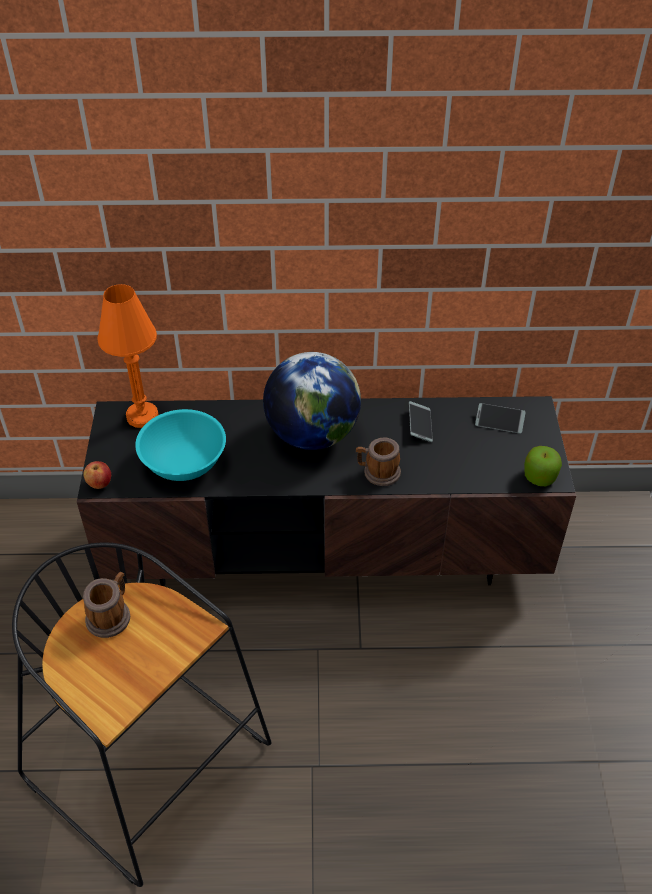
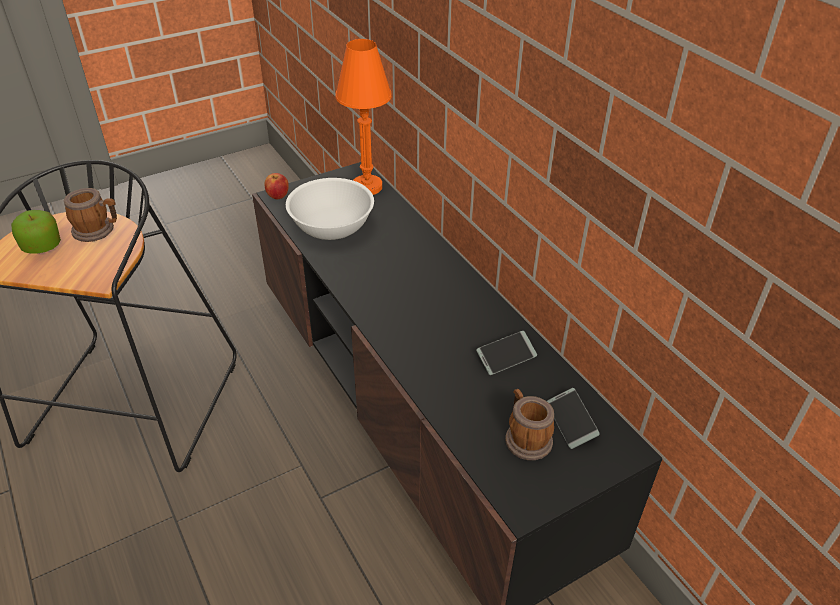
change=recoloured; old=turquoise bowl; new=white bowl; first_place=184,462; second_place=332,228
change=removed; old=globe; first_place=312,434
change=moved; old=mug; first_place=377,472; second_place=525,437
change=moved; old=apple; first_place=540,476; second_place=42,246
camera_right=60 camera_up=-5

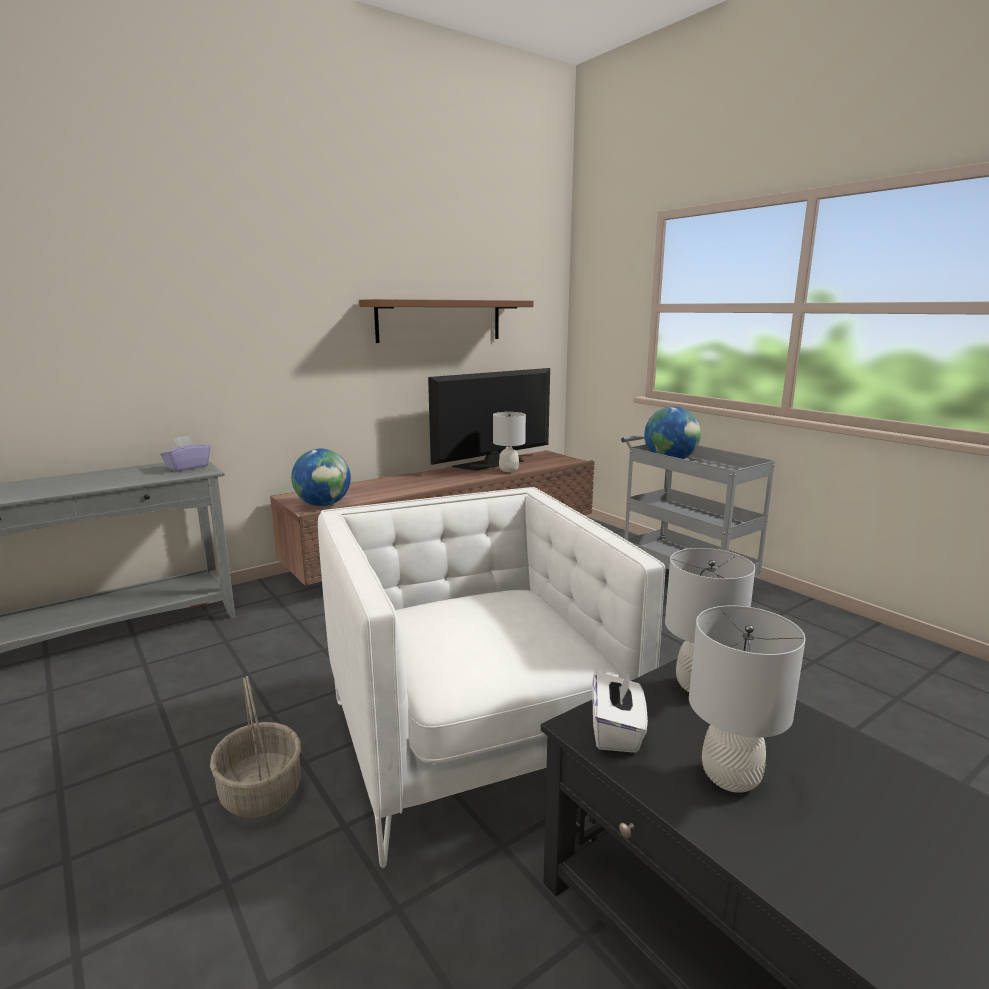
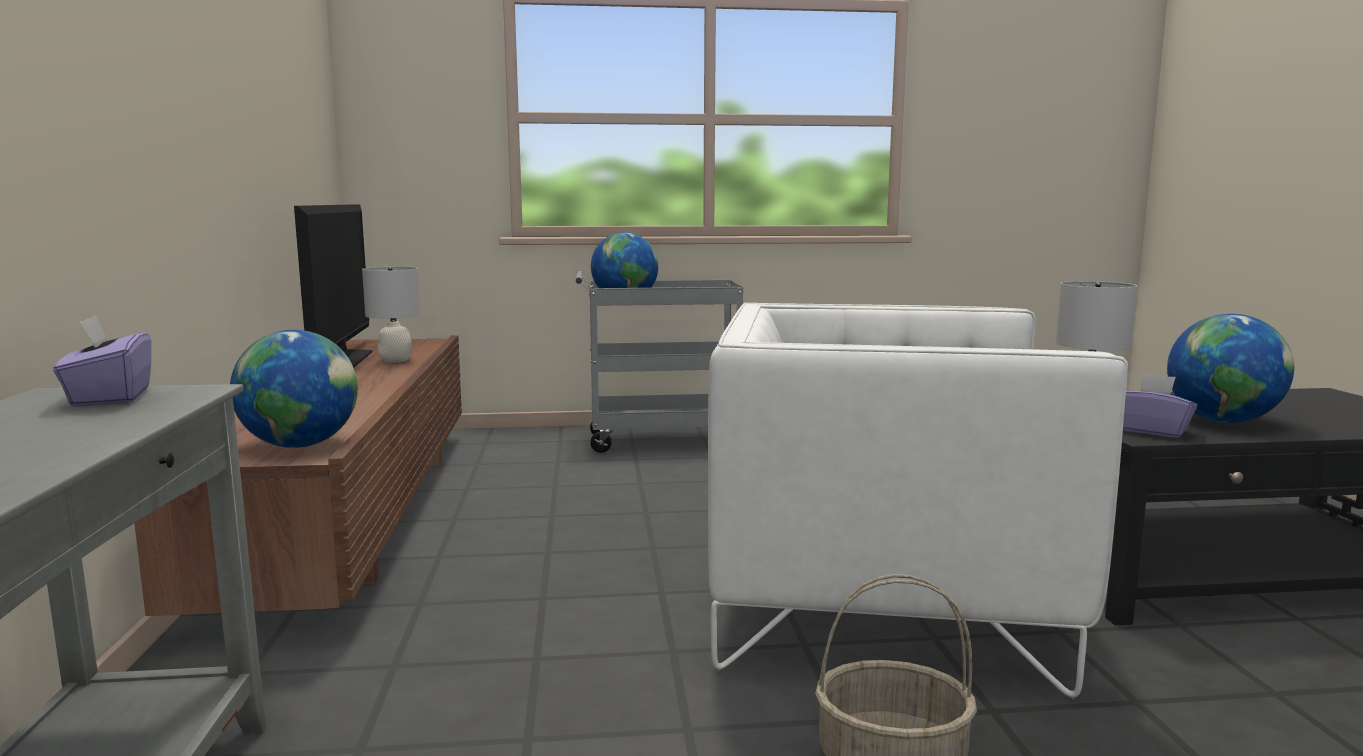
change=removed; old=brown shelf; first_place=440,320
change=recoloured; old=white tissue box; new=purple tissue box; first_place=617,731; second_place=1150,430
change=replaced; old=grey table lamp; new=globe; first_place=733,780; second_place=1222,421
camera_right=-60 camera_up=-5

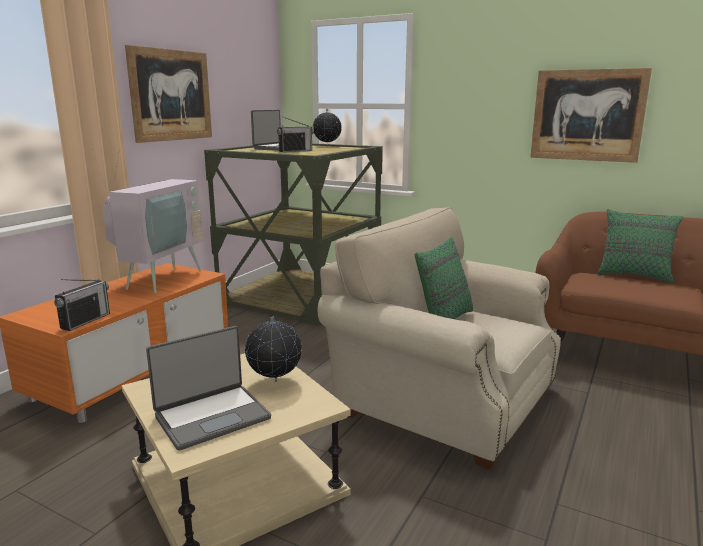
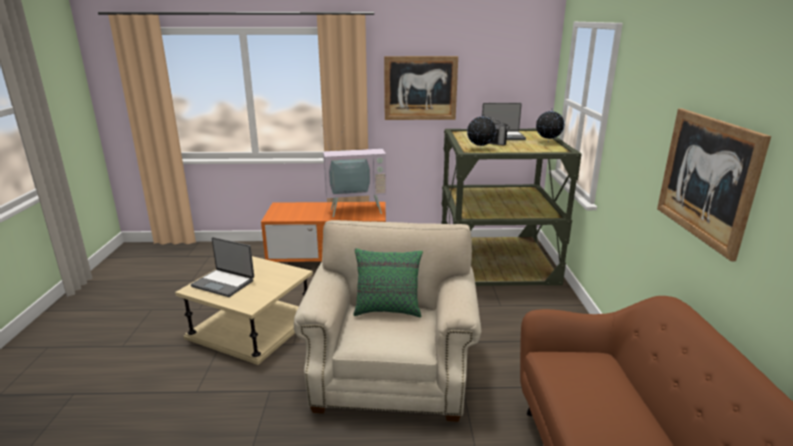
change=removed; old=radio; first_place=85,321
change=moved; old=globe; first_place=274,381; second_place=480,149
change=removed; old=green pillow; first_place=634,276
camera_right=60 camera_up=5

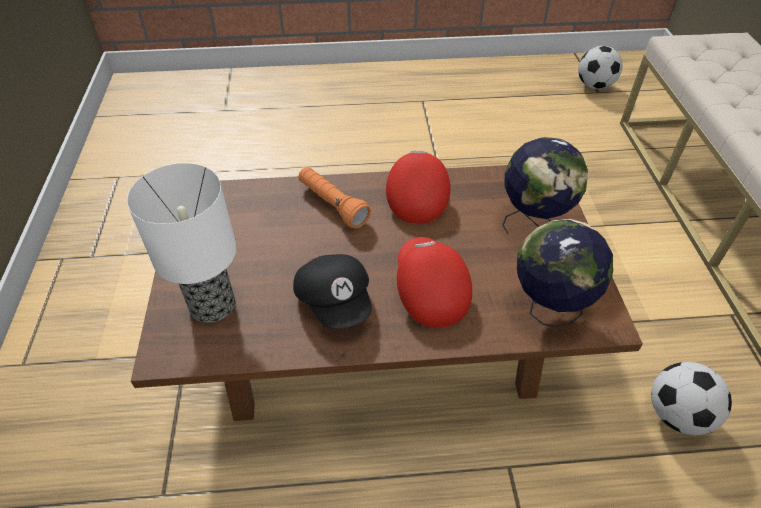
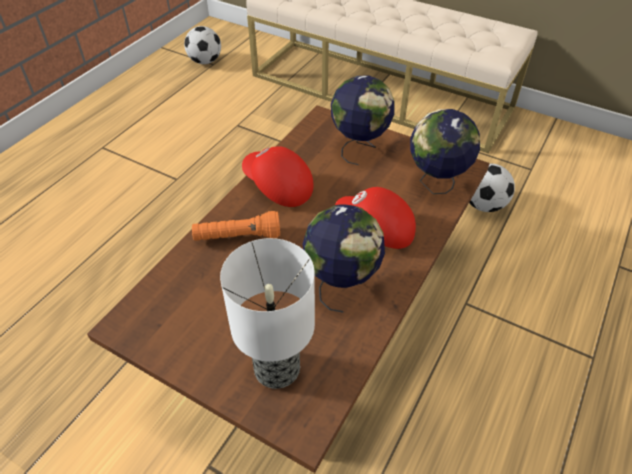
change=replaced; old=black cap; new=globe; first_place=336,301; second_place=341,285
camera_right=-55 camera_up=0

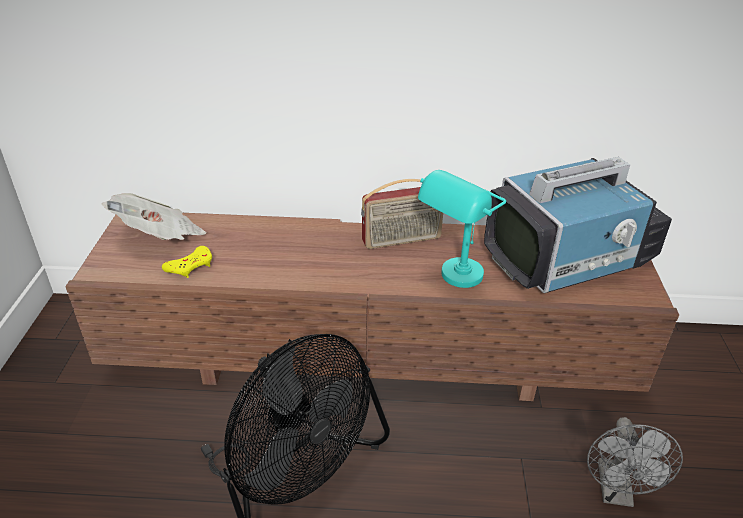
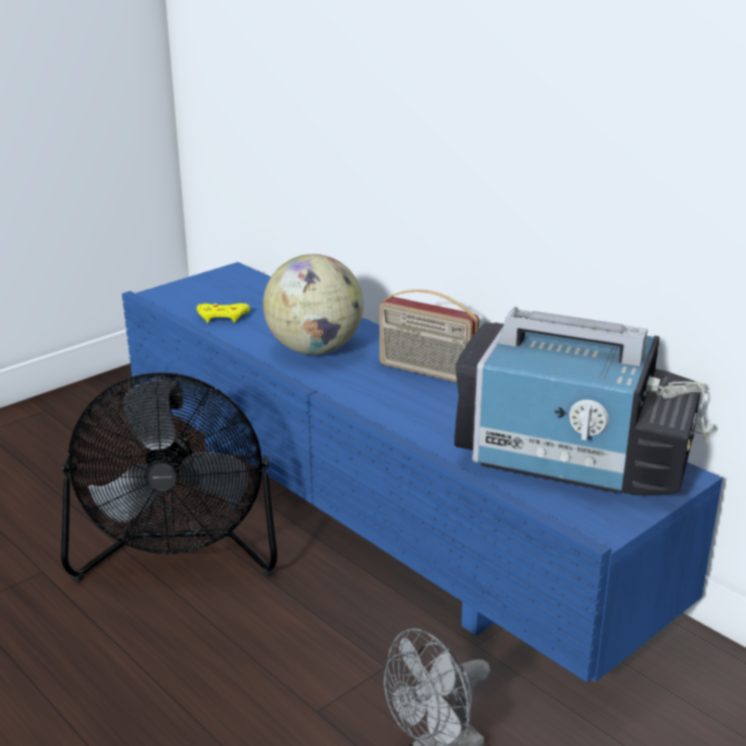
change=recoloured; old=brown tv stand; new=blue tv stand; first_place=369,353; second_place=374,507
change=removed; old=newspaper; first_place=160,237
change=removed; old=turquoise table lamp; first_place=453,281
change=added; new=globe; second_place=315,349
camera_right=45 camera_up=-10

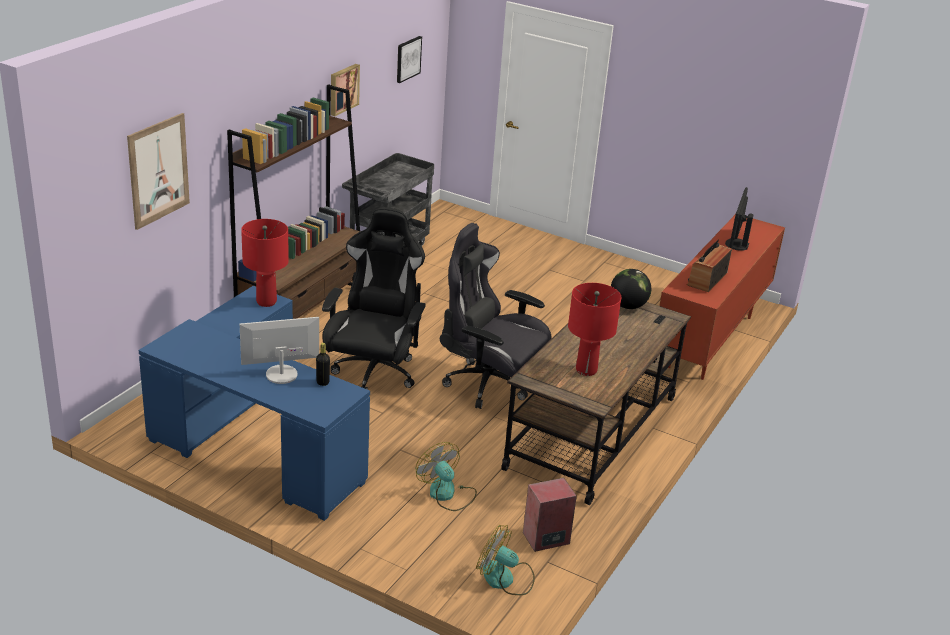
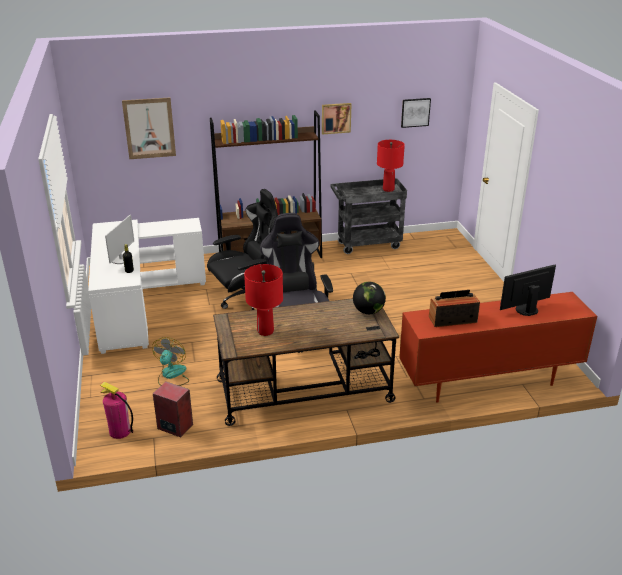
change=recoloured; old=blue desk; new=white desk; first_place=252,442; second_place=138,303
change=turned; old=monitor; first_place=281,374; second_place=121,259; degrees=75
change=moved; old=red table lamp; first_place=267,302; second_place=388,189
change=replaced; old=fan; new=fire extinguisher; first_place=505,579; second_place=120,431
camera_right=50 camera_up=0

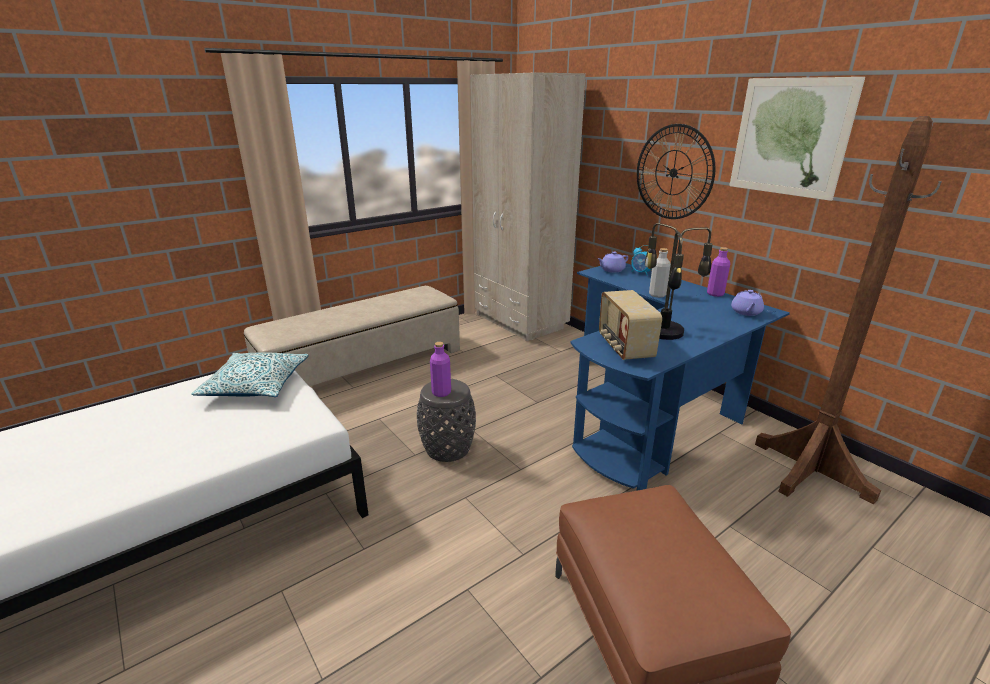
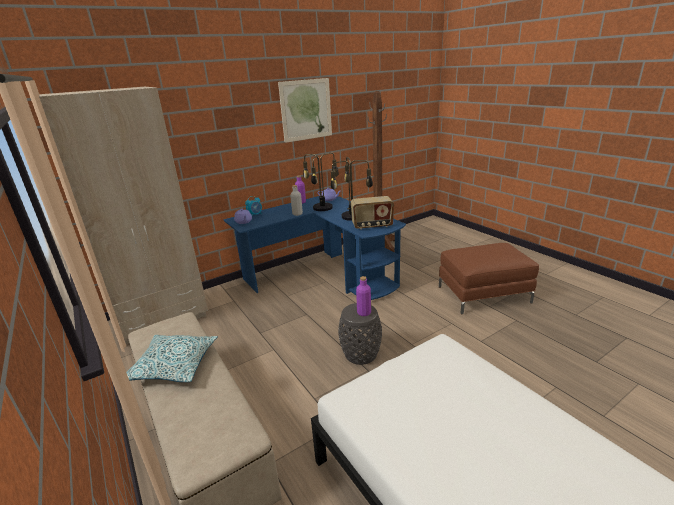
change=moved; old=pillow; first_place=256,385; second_place=174,365
change=removed; old=wall clock; first_place=673,172
change=added; new=table lamp; second_place=322,207
camera_right=-85 camera_up=0

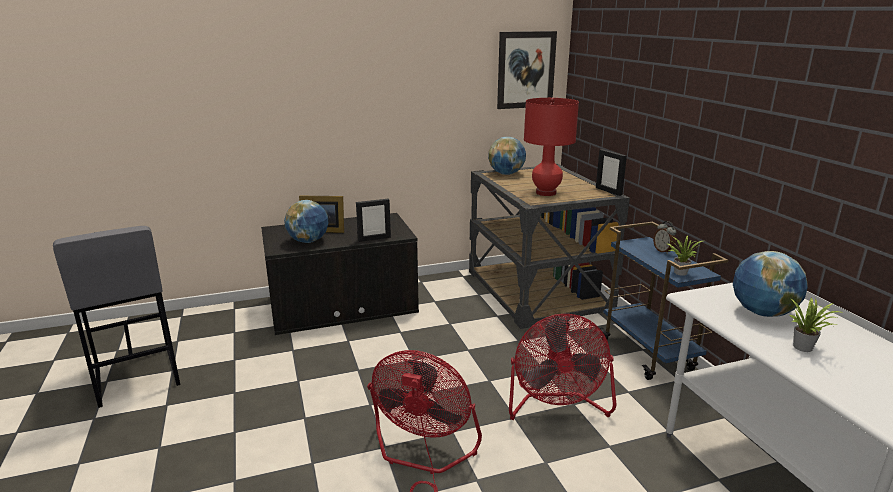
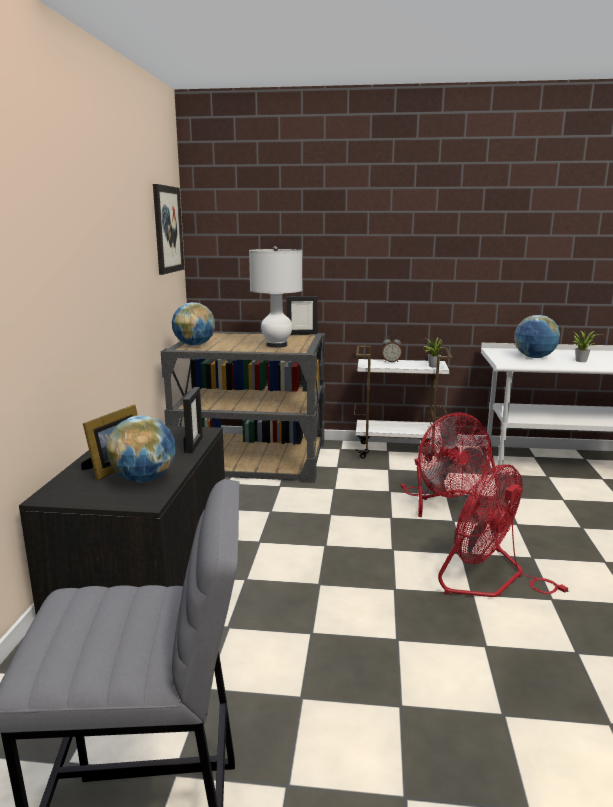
change=turned; old=red fan; first_place=552,405; second_place=443,501; degrees=45
change=recoloured; old=red table lamp; new=white table lamp; first_place=546,193; second_place=276,345
change=recoloured; old=blue cart; new=white cart; first_place=648,356; second_place=398,452
camera_right=-65 camera_up=-5

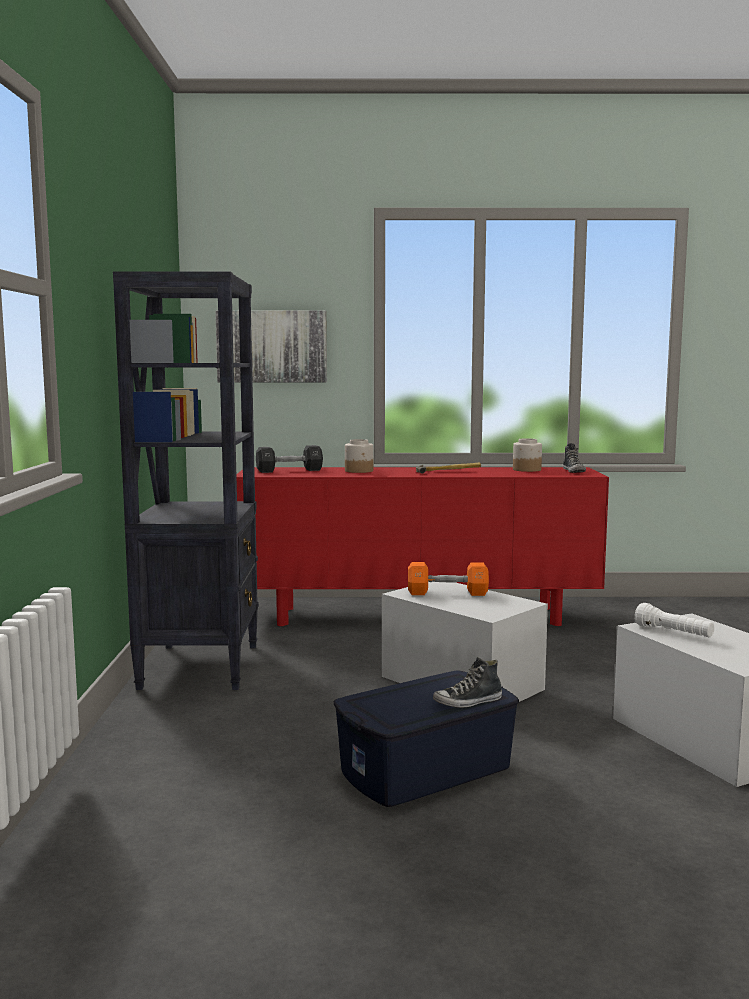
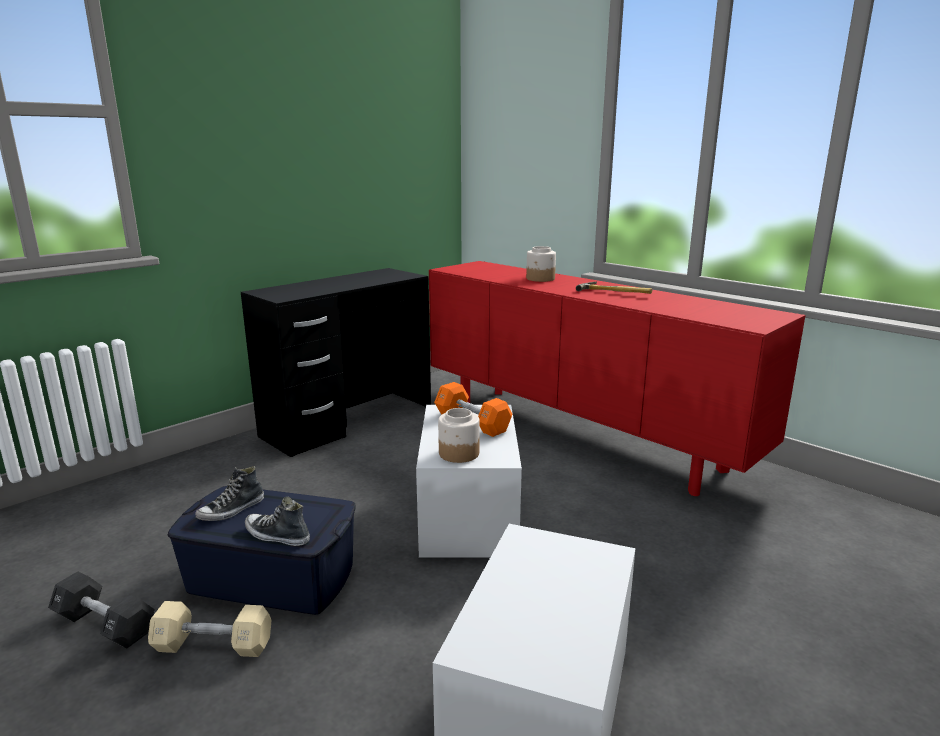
change=replaced; old=black bookcase; new=black desk; first_place=201,666; second_place=348,421
change=removed; old=picture; first_place=272,346
change=moved; old=black dumbbell; first_place=289,470; second_place=105,625
change=moved; old=jar; first_place=526,470; second_place=458,453
change=moved; old=shoe; first_place=574,471; second_place=232,510
change=removed; old=white flashlight; first_place=673,633
change=added; new=beige dumbbell; second_place=213,645
camera_right=45 camera_up=10

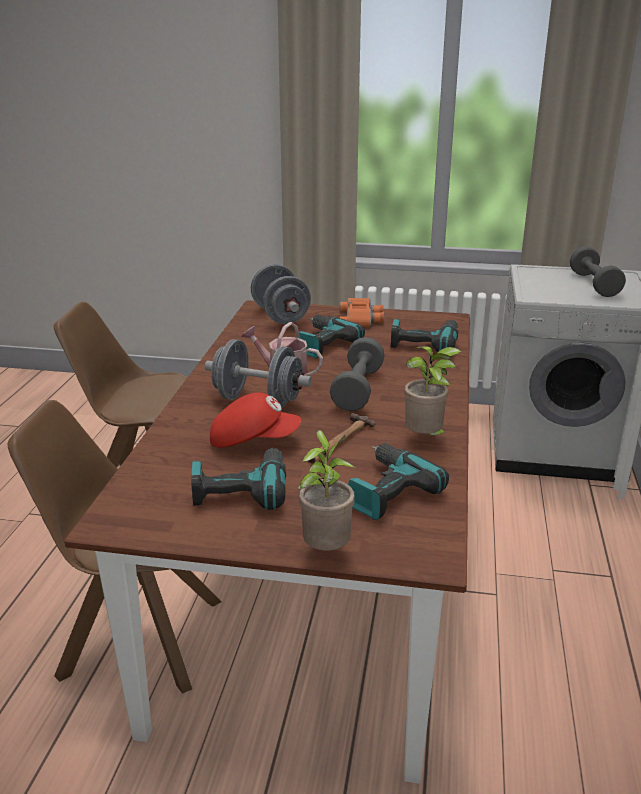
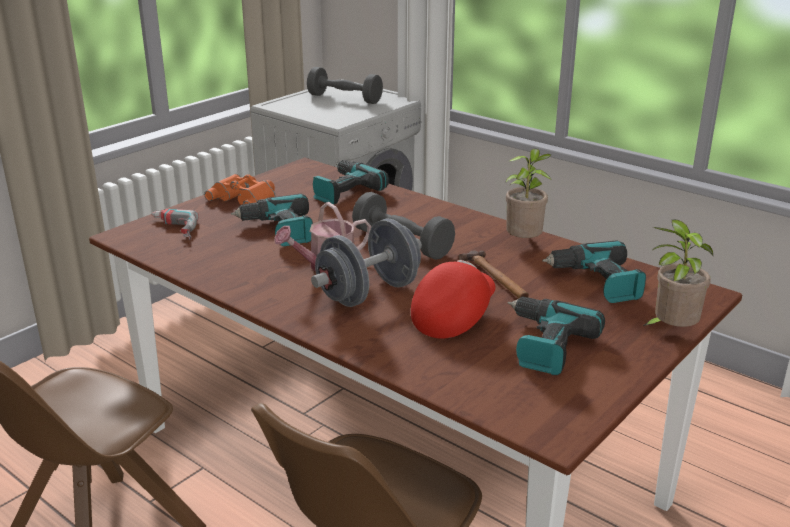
change=replaced; old=grey dumbbell; new=power drill; first_place=280,316; second_place=172,230
camera_right=-60 camera_up=0

